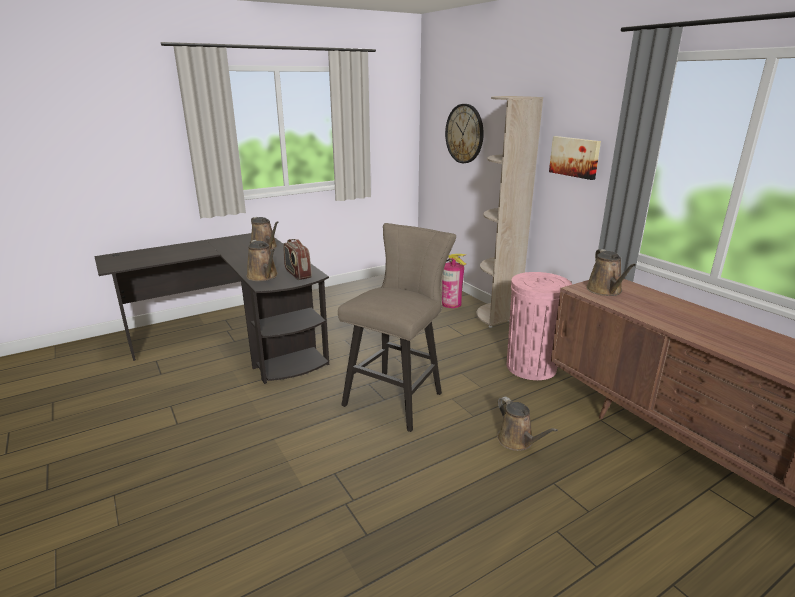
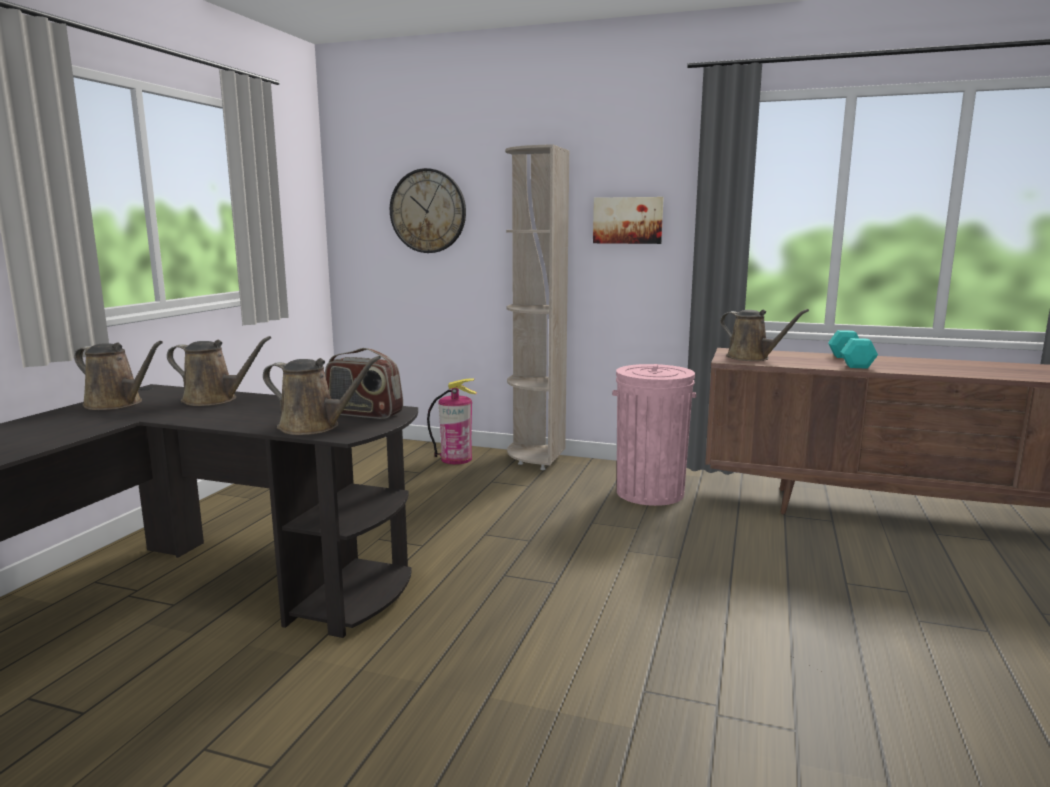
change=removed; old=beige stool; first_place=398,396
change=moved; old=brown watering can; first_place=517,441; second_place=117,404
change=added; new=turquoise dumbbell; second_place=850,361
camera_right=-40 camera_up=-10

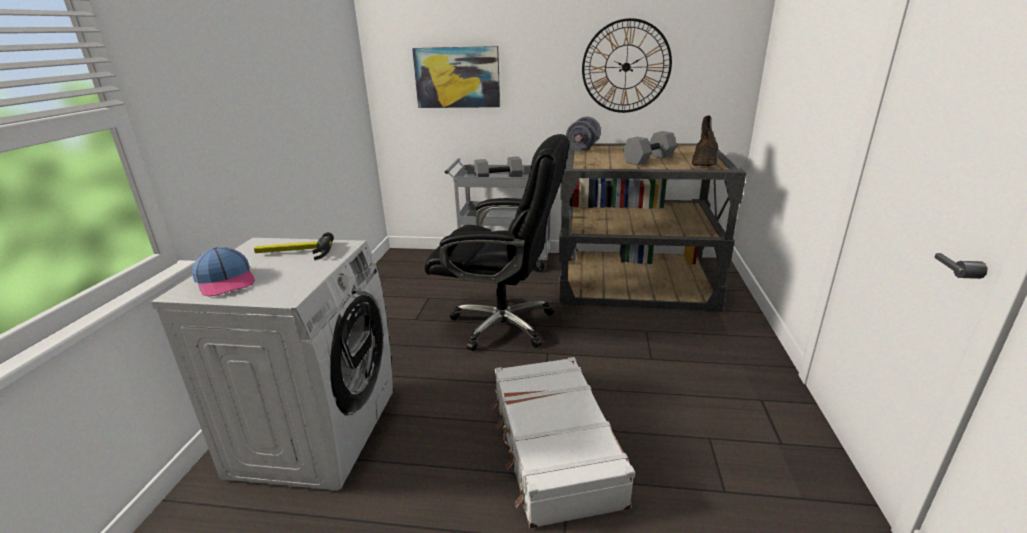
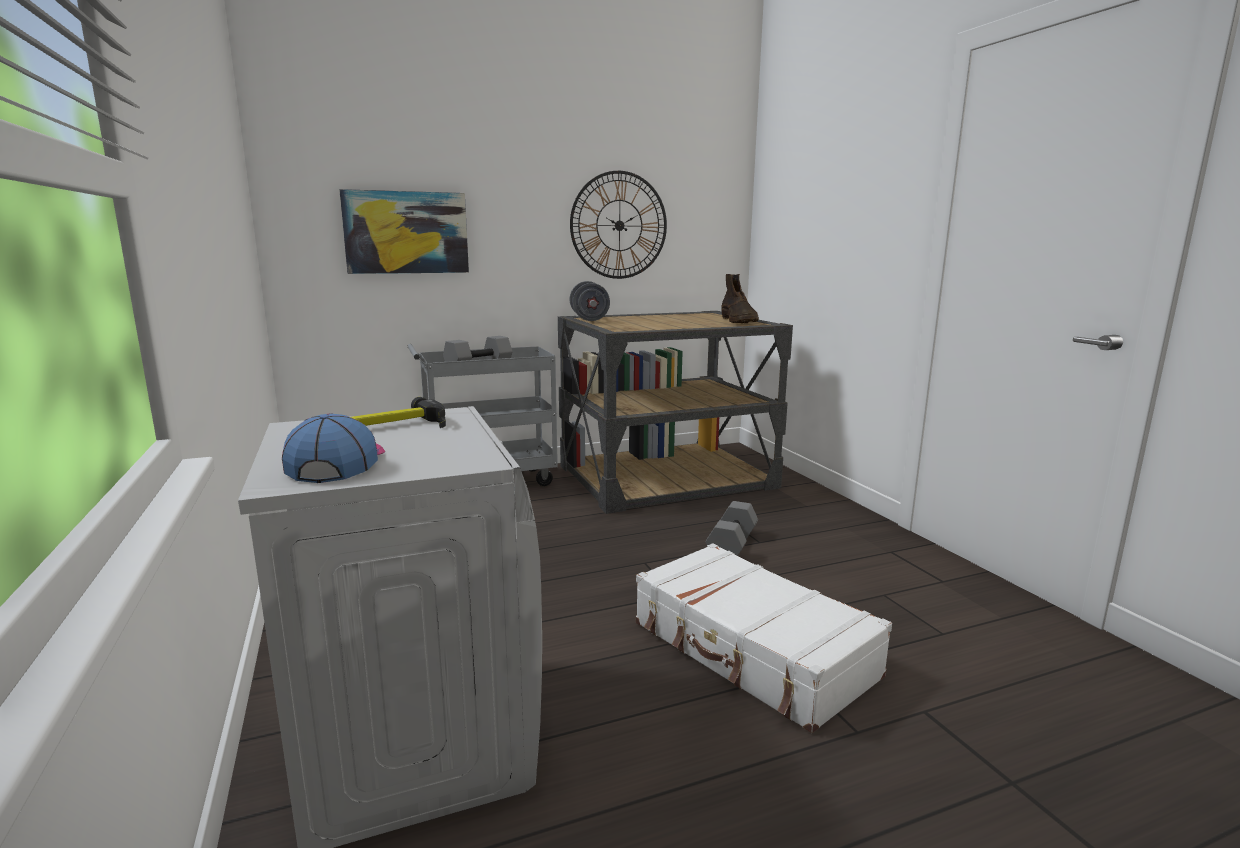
change=turned; old=cap; first_place=226,281; second_place=336,463; degrees=-120
change=removed; old=black office chair; first_place=500,324
change=moved; old=grey dumbbell; first_place=649,159; second_place=733,546
camera_right=-30 camera_up=-10

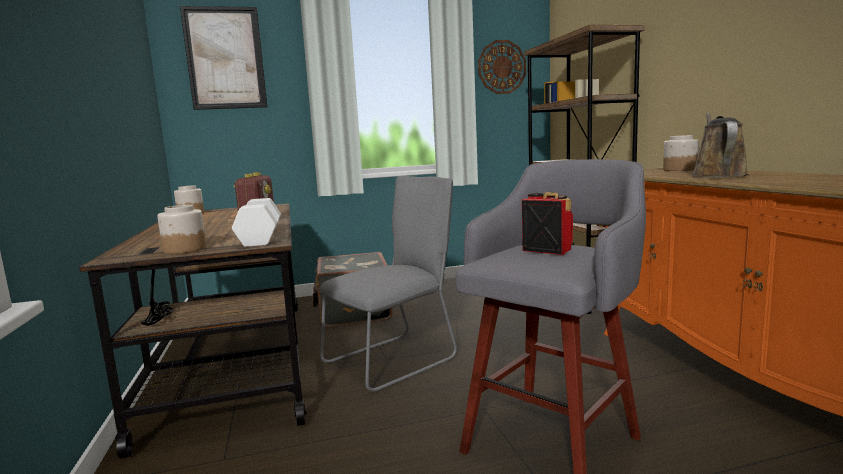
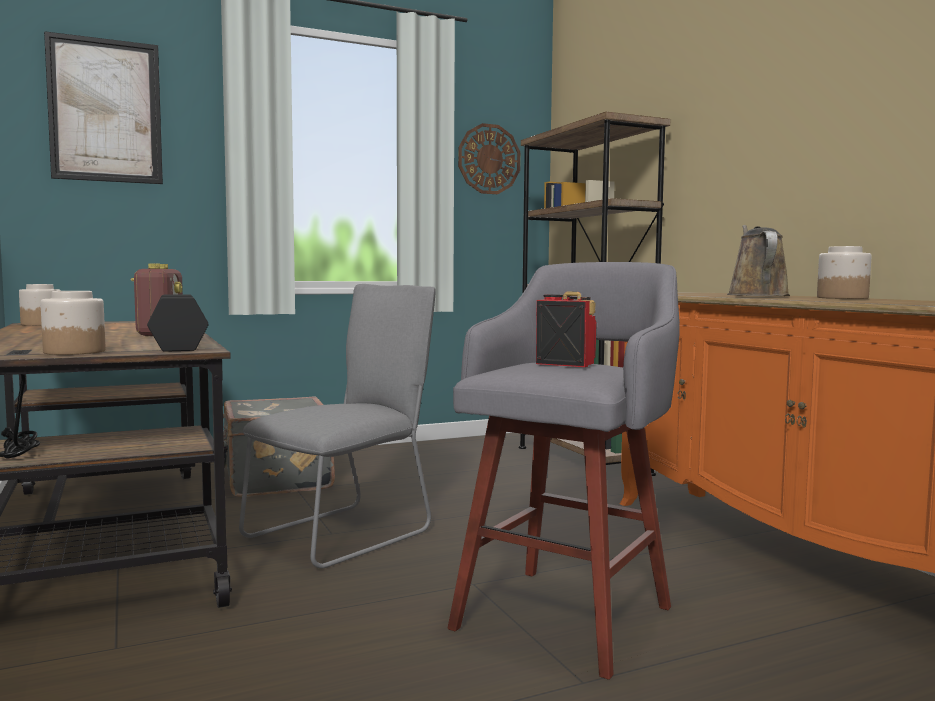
change=recoloured; old=white dumbbell; new=black dumbbell; first_place=259,238; second_place=176,345
change=moved; old=jar; first_place=679,170; second_place=841,298
camera_right=-10 camera_up=-5

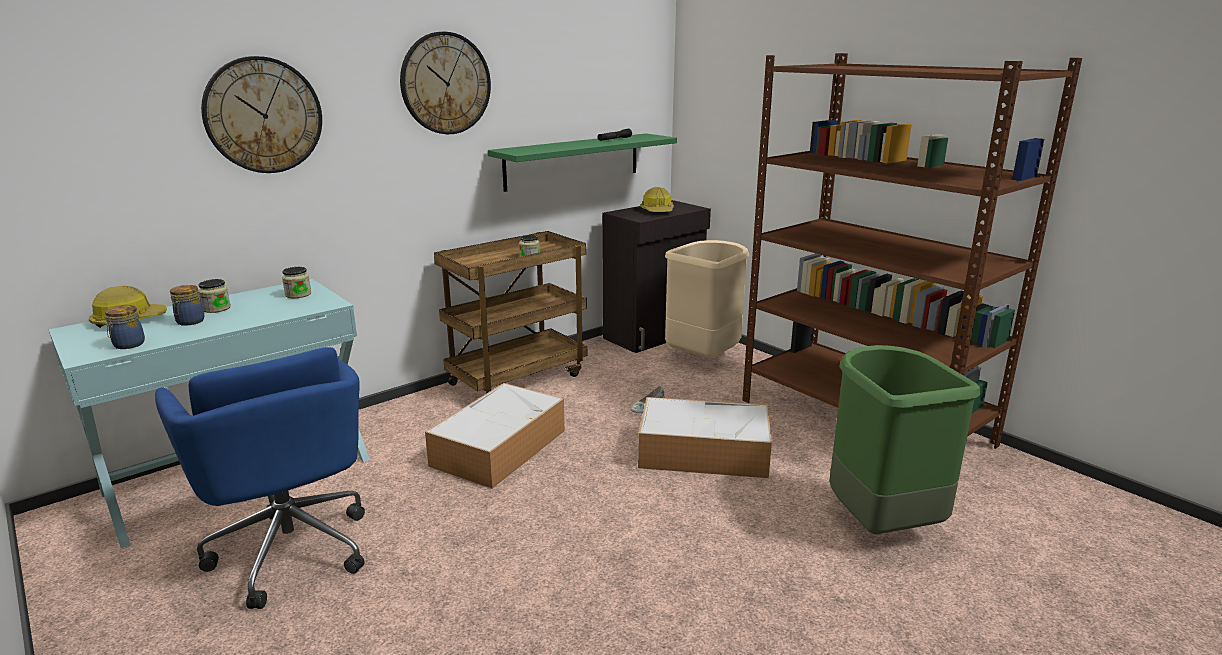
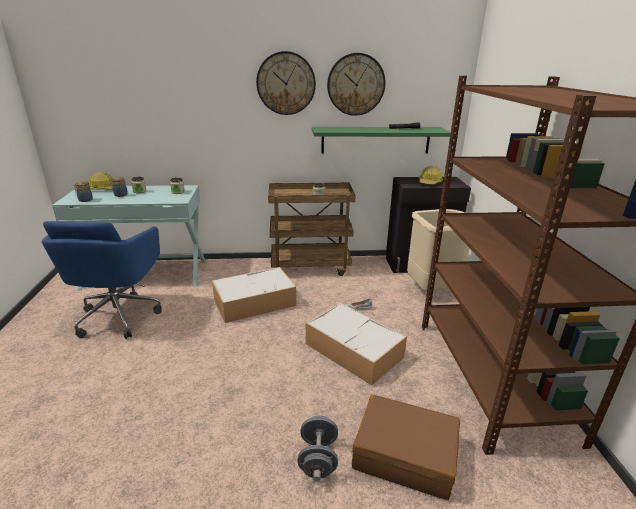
change=moved; old=wall clock; first_place=263,115; second_place=356,84
change=replaced; old=green trash can; new=brown suitcase; first_place=879,523; second_place=405,454
change=added; new=grey dumbbell; second_place=318,459
camera_right=35 camera_up=5

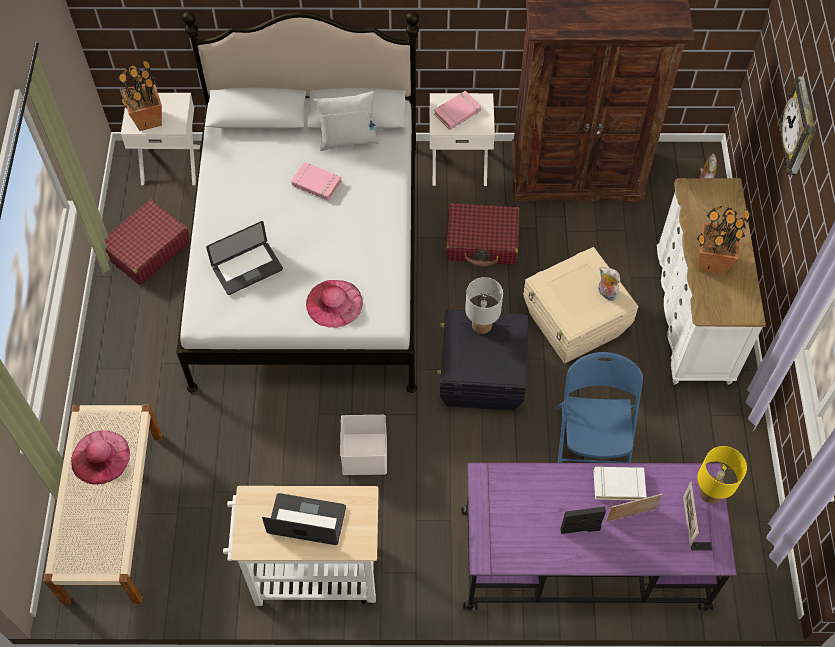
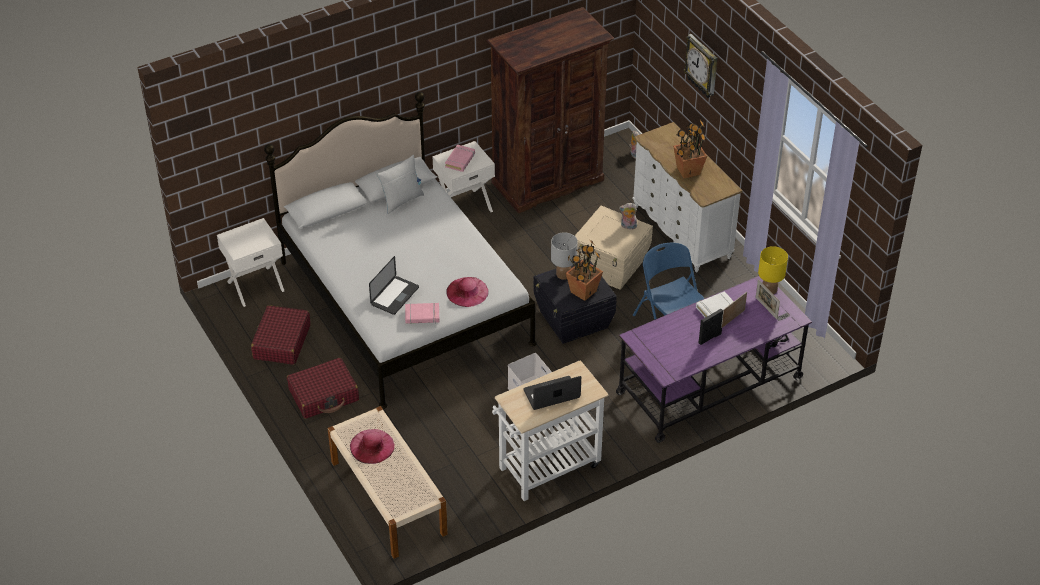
change=moved; old=potted plant; first_place=148,119; second_place=583,291
change=moved; old=pink book; first_place=316,184; second_place=422,315
change=moved; old=red suitcase; first_place=482,241; second_place=324,395
camera_right=-30 camera_up=-15

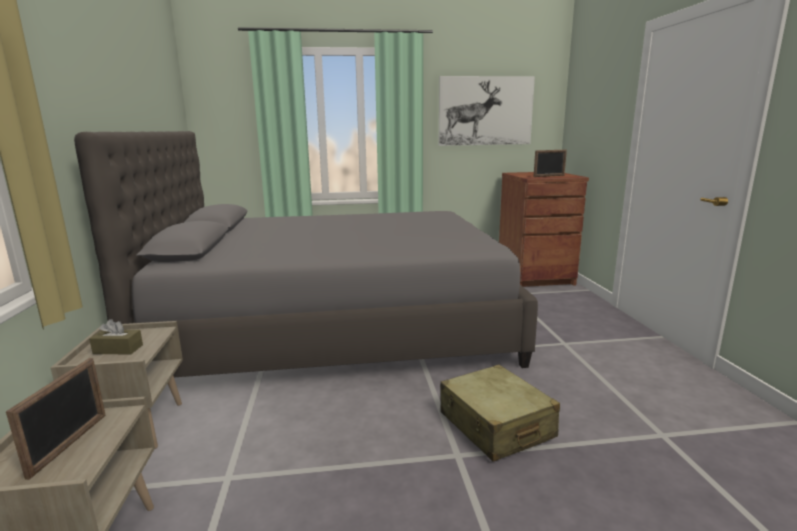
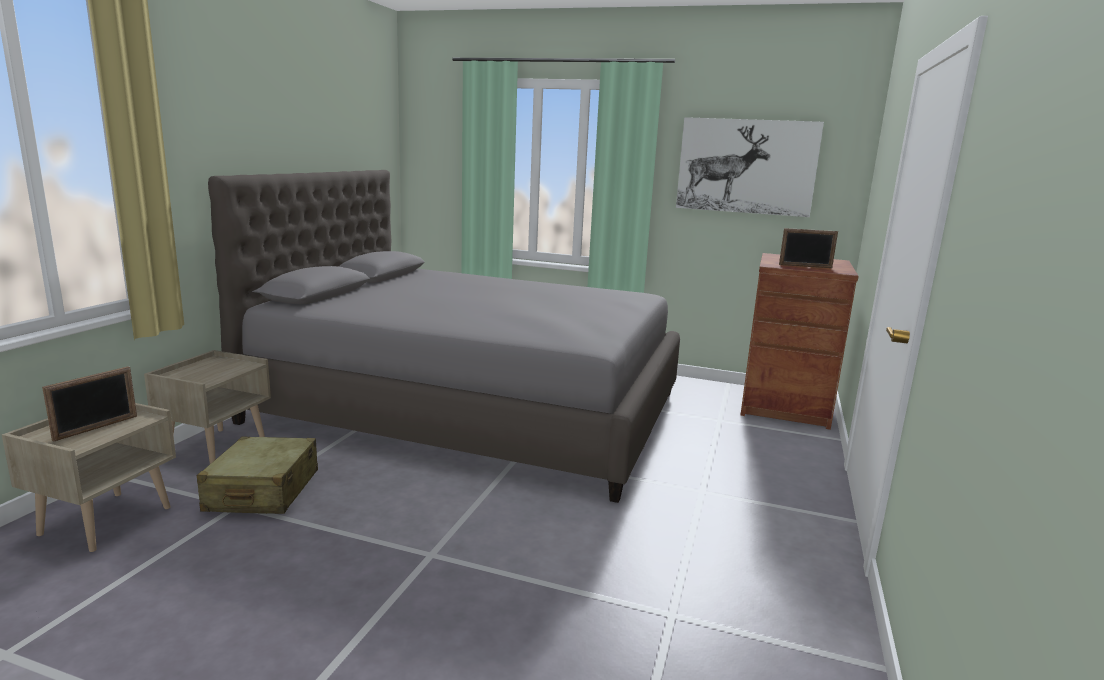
change=removed; old=brown tissue box; first_place=118,349
change=moved; old=beige suitcase; first_place=496,425; second_place=262,491
camera_right=25 camera_up=0

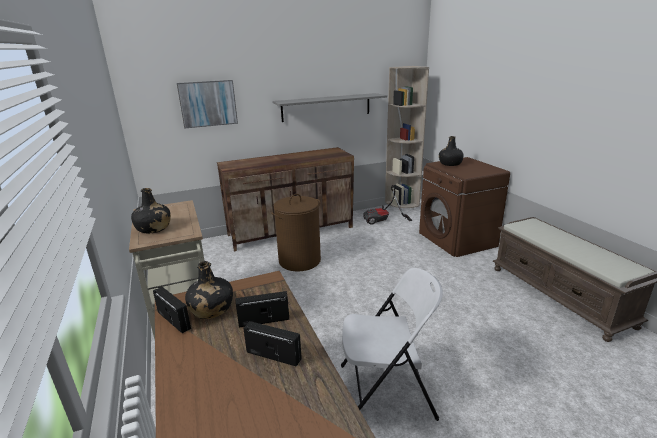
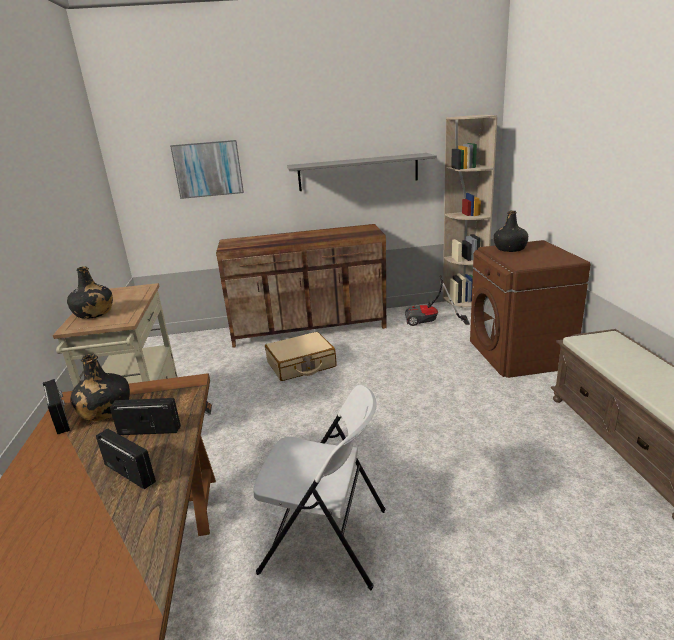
change=replaced; old=brown laundry basket; new=beige suitcase; first_place=299,260; second_place=301,365
camera_right=15 camera_up=0

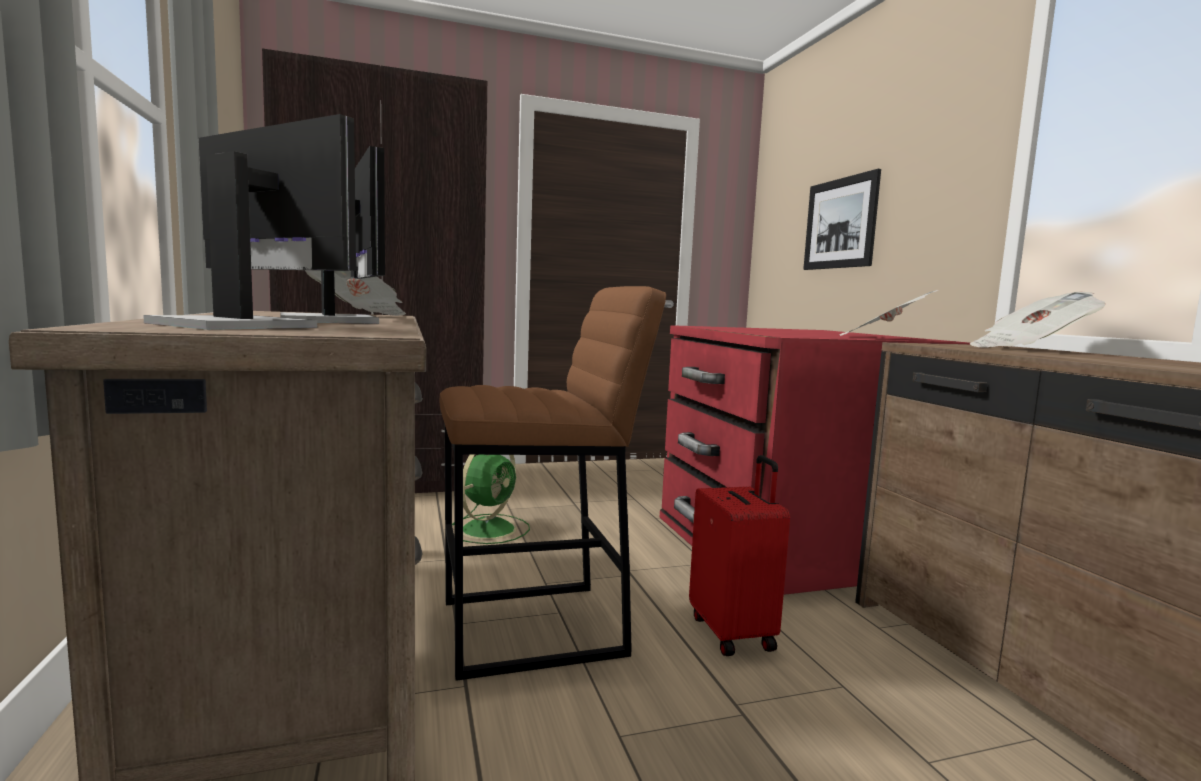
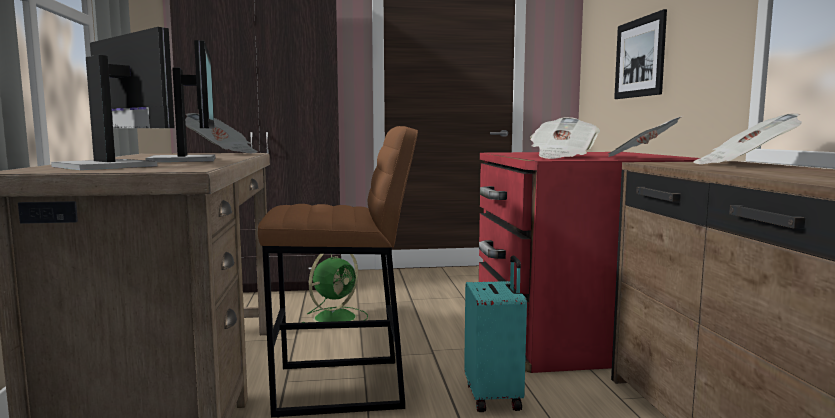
change=recoloured; old=red suitcase; new=turquoise suitcase; first_place=734,632; second_place=495,396
change=added; new=newspaper; second_place=561,157
camera_right=10 camera_up=0

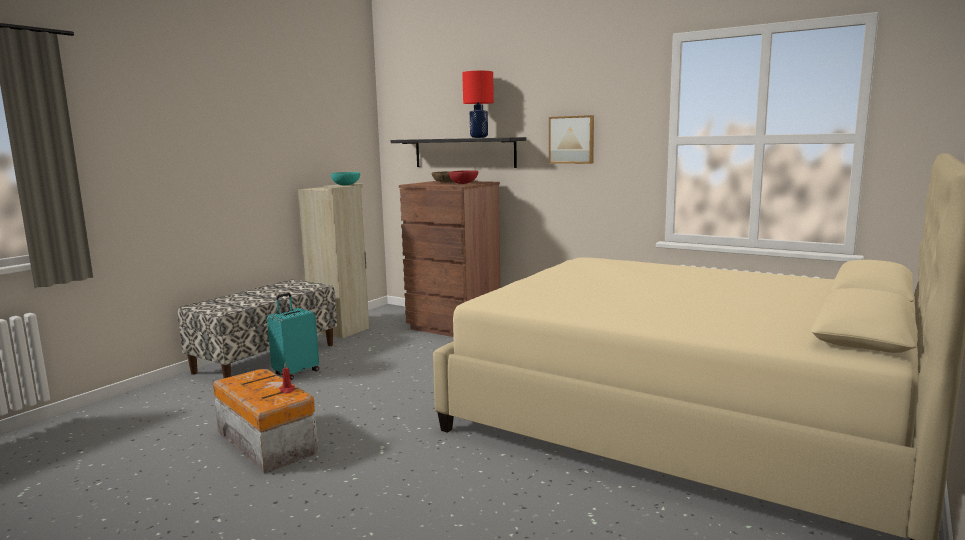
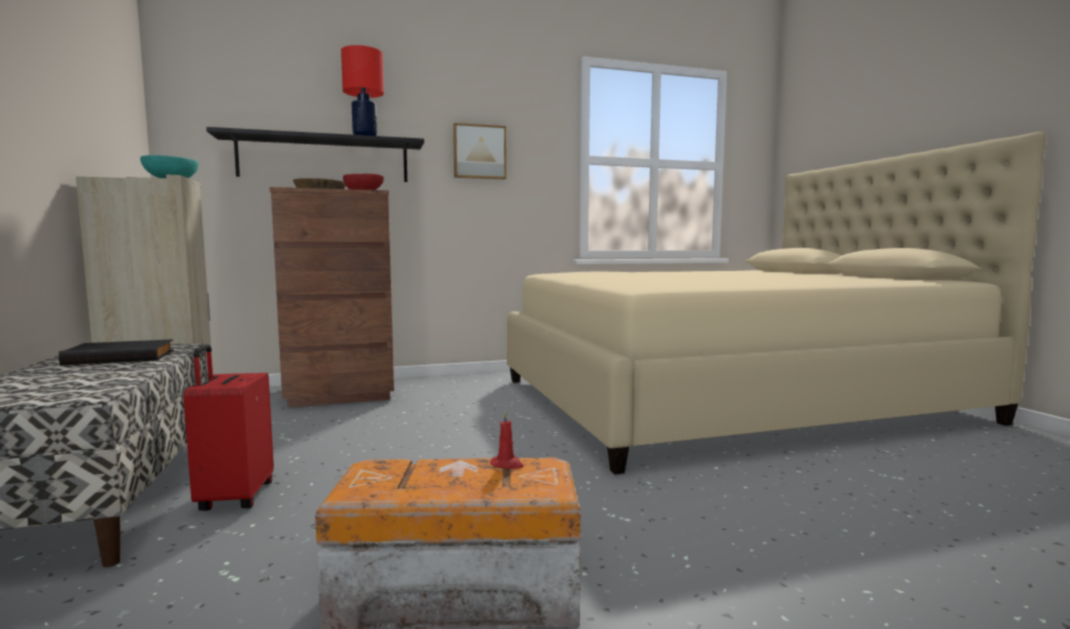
change=recoloured; old=turquoise suitcase; new=red suitcase; first_place=296,373; second_place=234,498
change=added; new=black book; second_place=122,357
camera_right=-50 camera_up=-5

